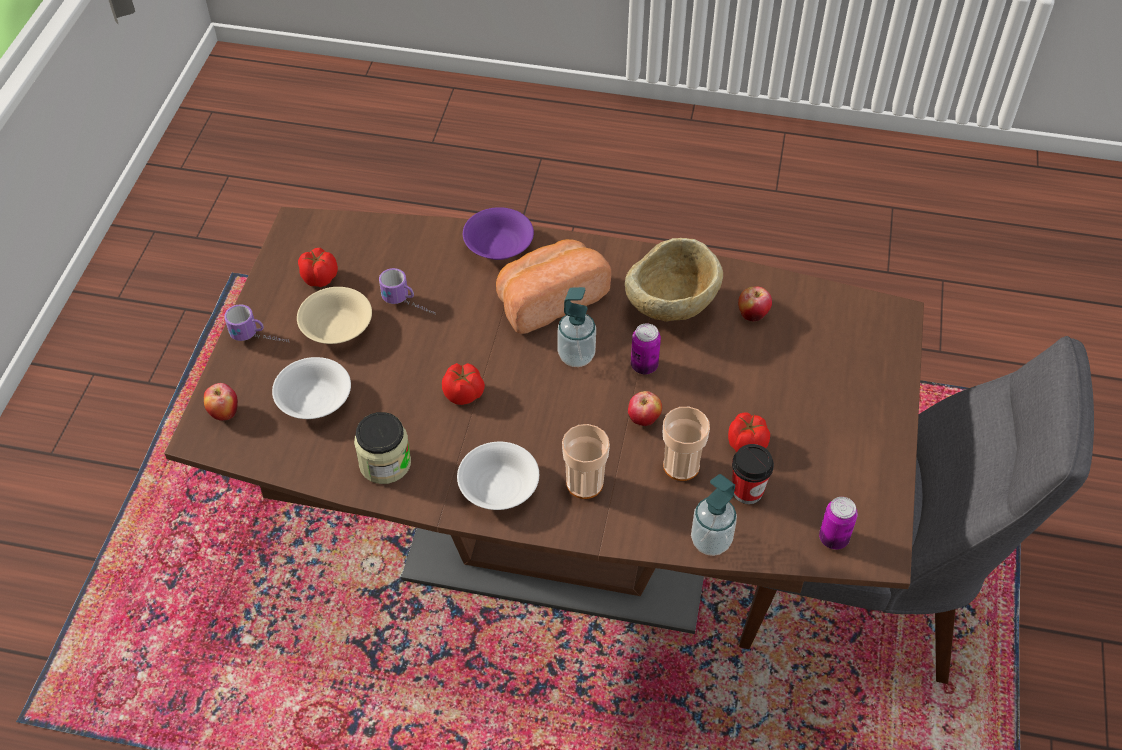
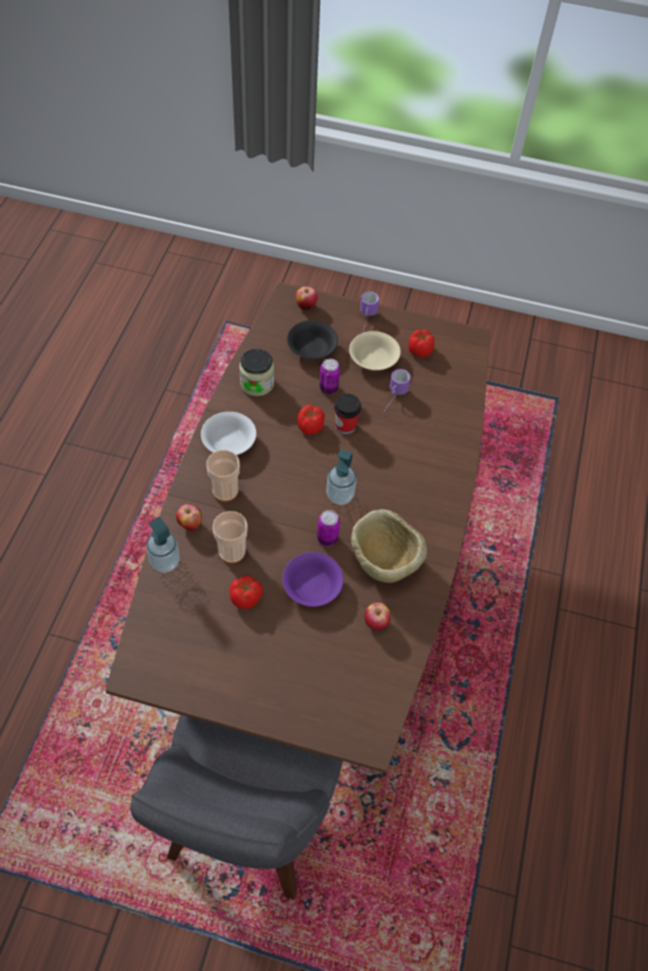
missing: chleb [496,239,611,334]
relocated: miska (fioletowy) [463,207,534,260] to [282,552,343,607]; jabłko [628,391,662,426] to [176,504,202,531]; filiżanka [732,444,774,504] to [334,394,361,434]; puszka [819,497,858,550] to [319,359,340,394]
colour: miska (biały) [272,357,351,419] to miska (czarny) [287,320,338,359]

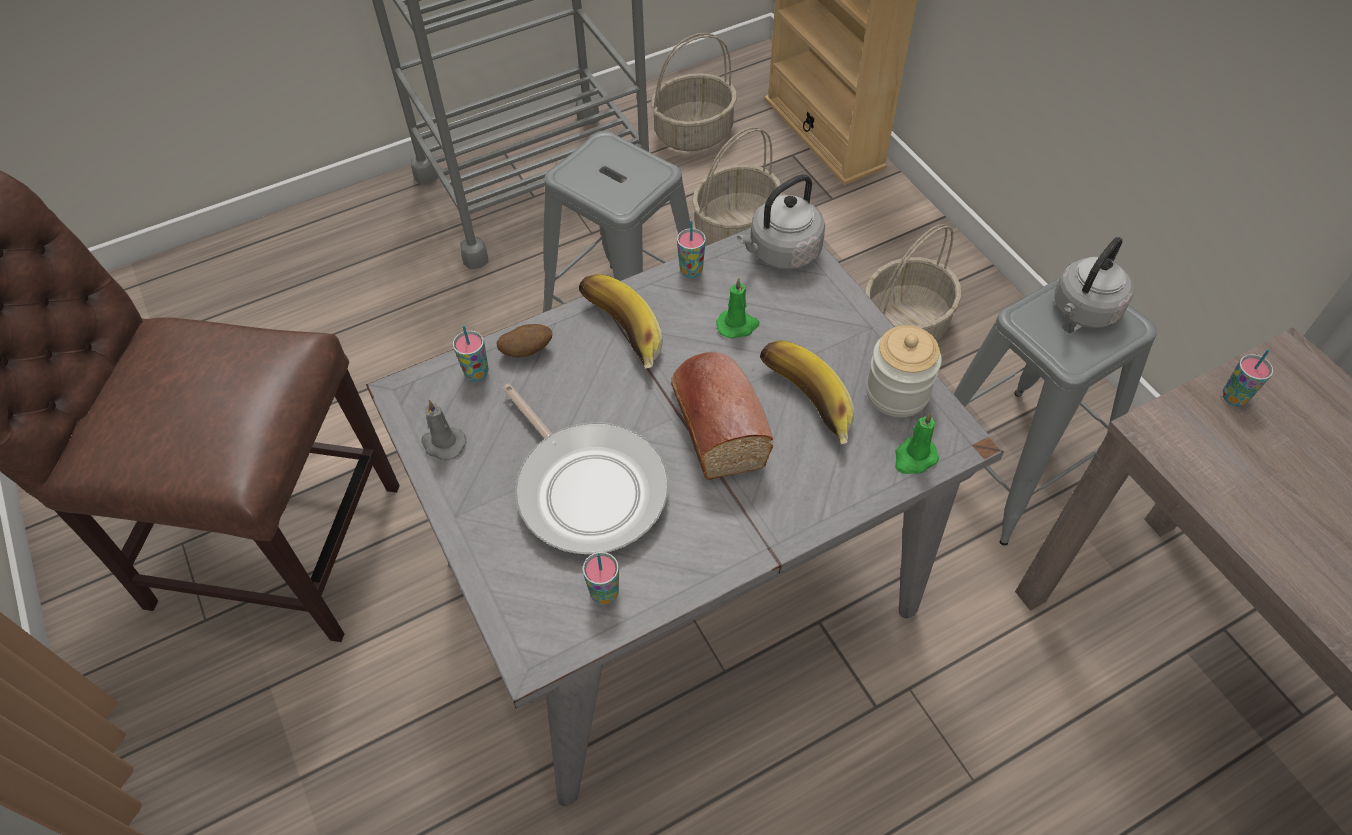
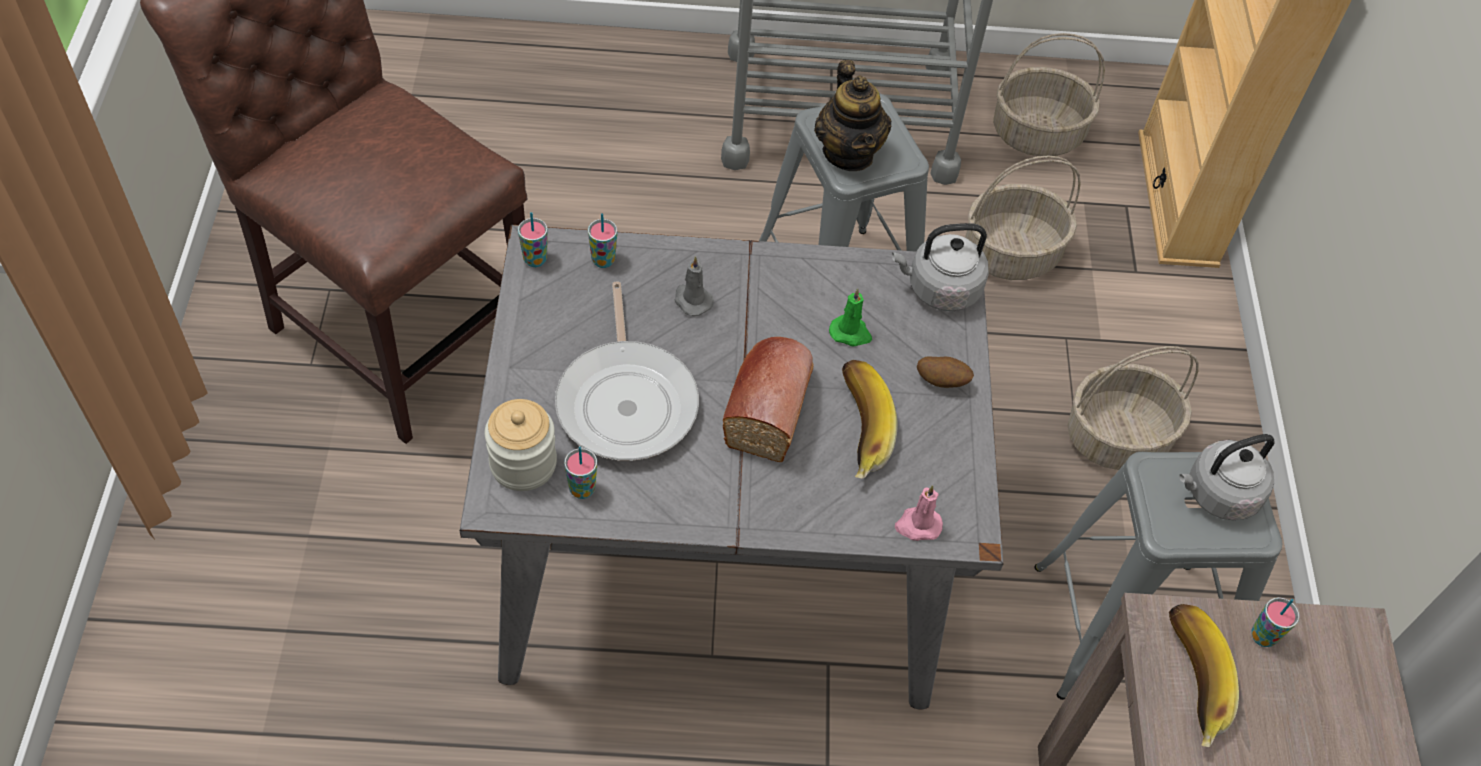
appeared: imbryk [814,60,892,171]
relocated: świeca (szary) [421,400,466,461] to [674,256,714,316]; ziemniak [496,324,552,357] to [917,356,974,388]; banan [579,274,662,369] to [1169,604,1239,747]; filiżanka [677,221,706,278] to [518,212,548,267]; słoik [866,325,942,417] to [485,399,557,491]
colour: świeca (zielony) [895,412,939,474] to świeca (różowy) [895,485,943,541]

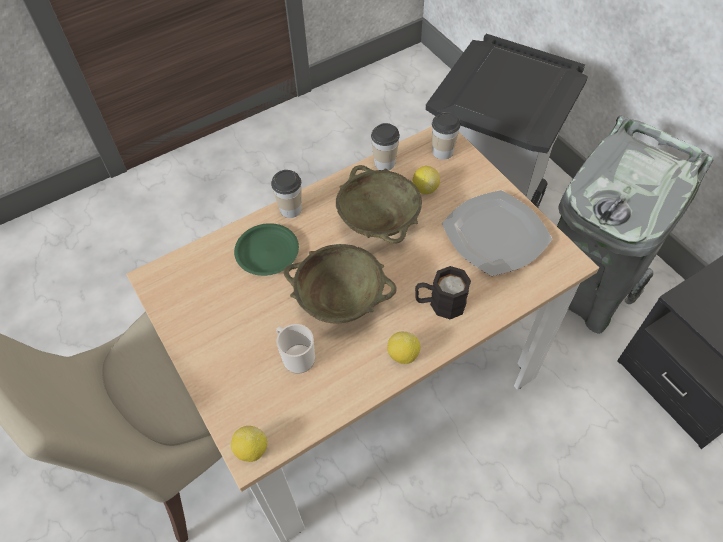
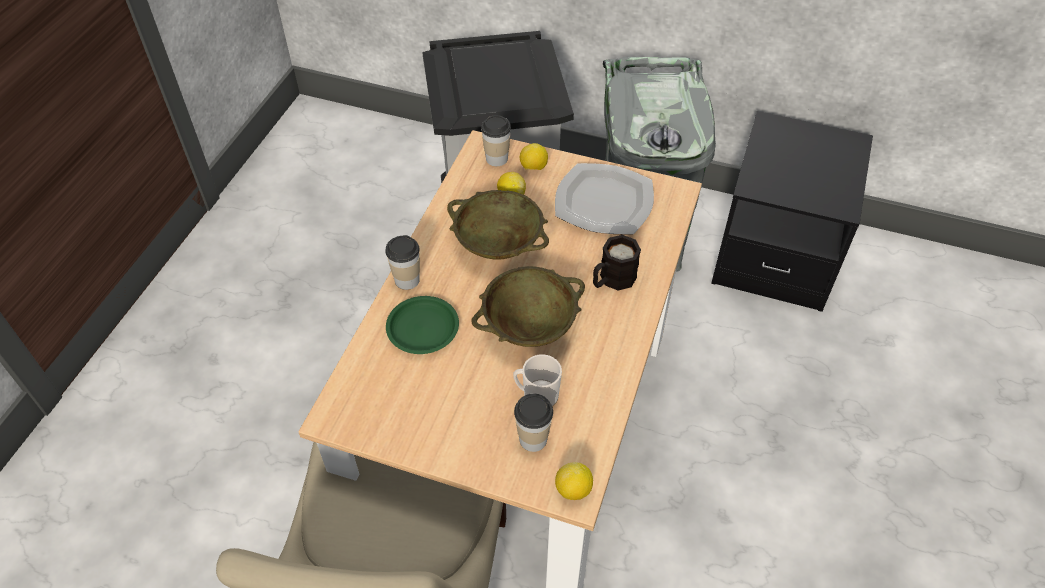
relocated: filiżanka [371,123,400,170] to [514,394,553,452]; cytryna [387,332,421,364] to [520,143,548,170]

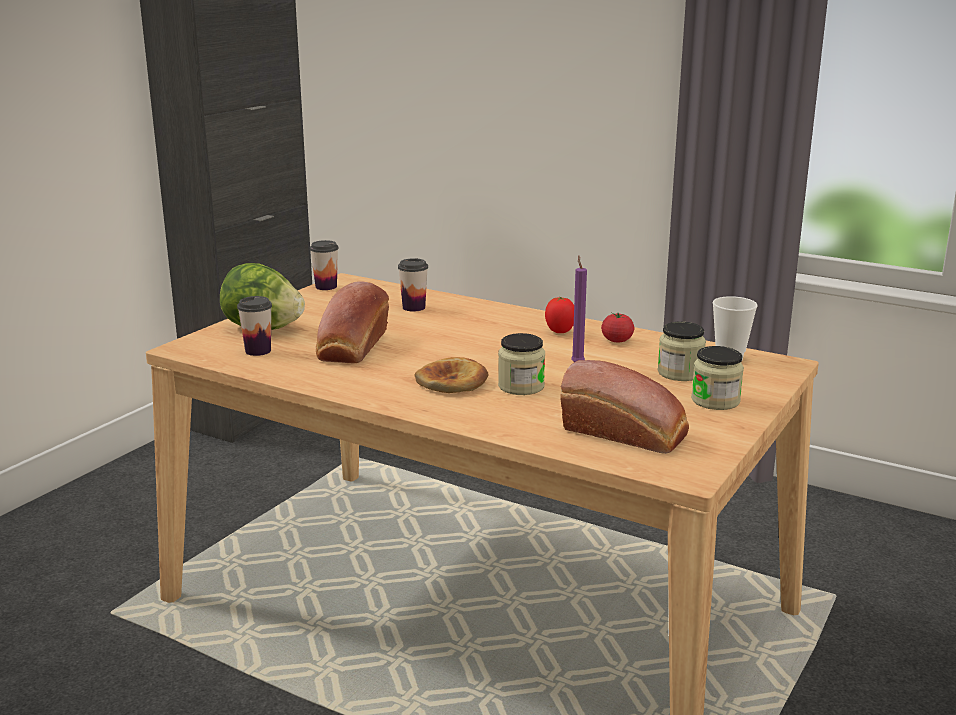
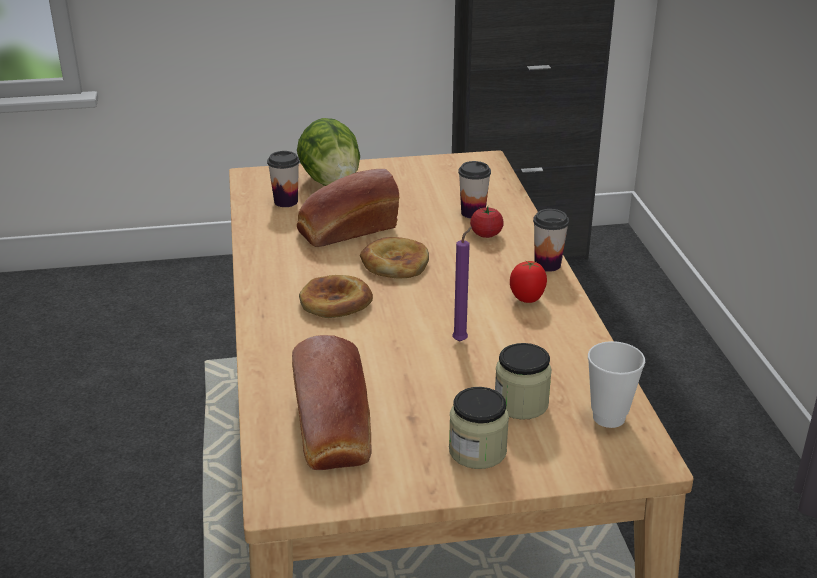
missing: słoik [498,333,545,395]
appeared: chleb [360,237,429,279]
relocated: filiżanka [310,240,339,290] to [533,209,569,272]; pomidor [601,313,634,342] to [470,206,504,238]

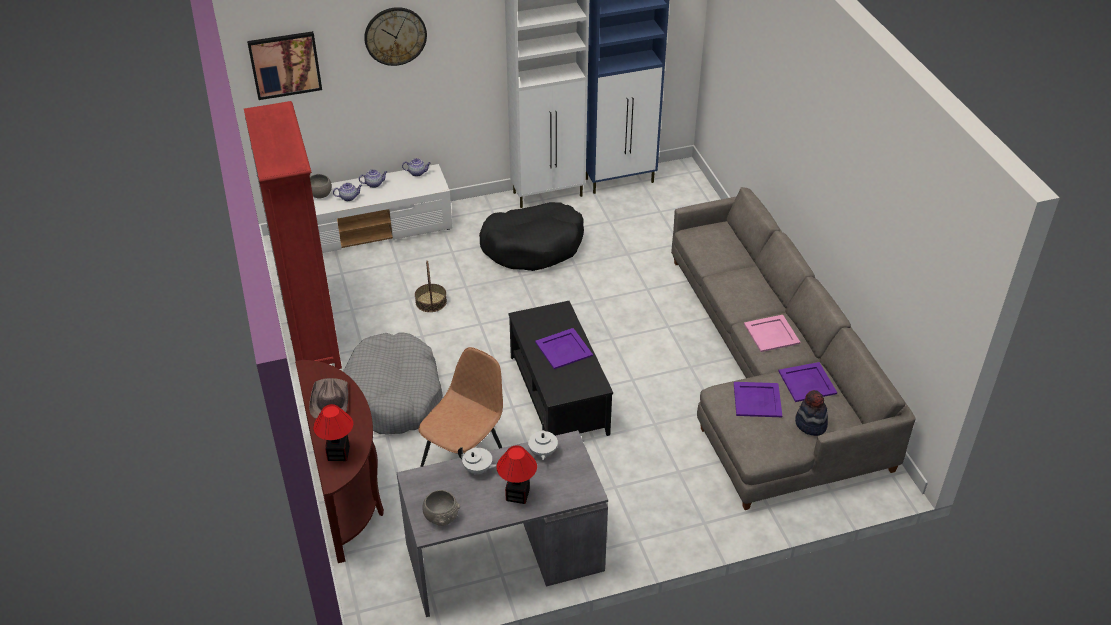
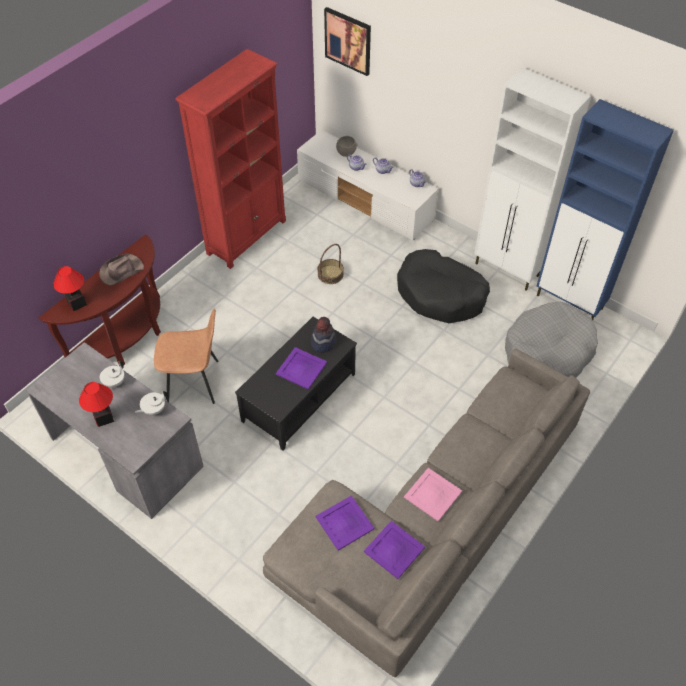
missing: zegar ścienny [364,7,427,66]; miska (szary) [422,490,460,526]
relocated: legowisko (szary) [343,332,443,434] to [505,302,598,378]; kapelusz [795,390,828,436] to [311,317,336,353]
spun: imbryk (biały) [458,447,497,475] = [100,361,124,388] 45 degrees clockwise

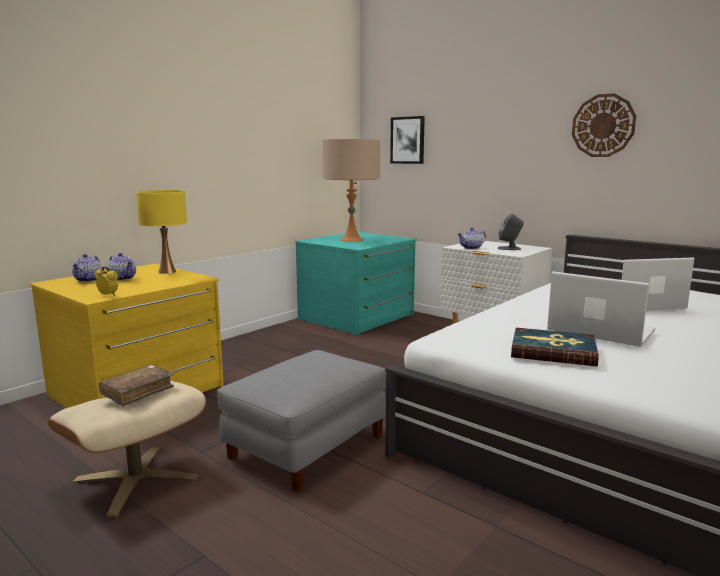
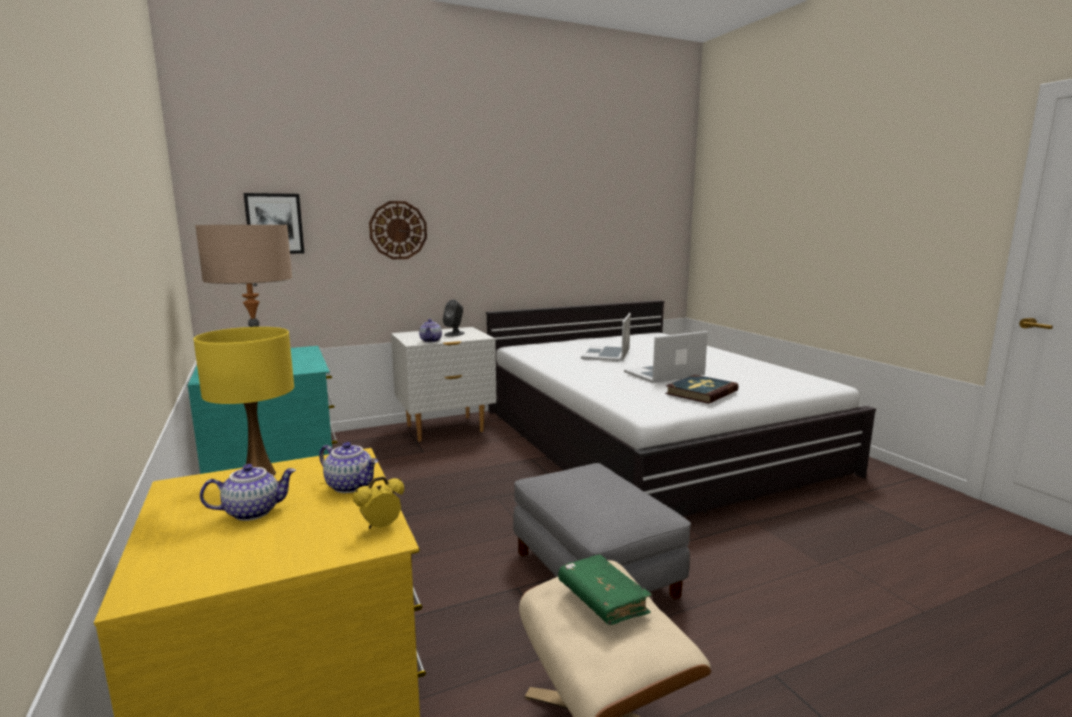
relocated: imbryk [72,254,102,282] to [319,442,378,493]; zegar ścienny [572,93,636,157] to [369,201,427,259]
colour: książka (brązowy) [99,365,174,407] to książka (zielony) [558,555,652,625]

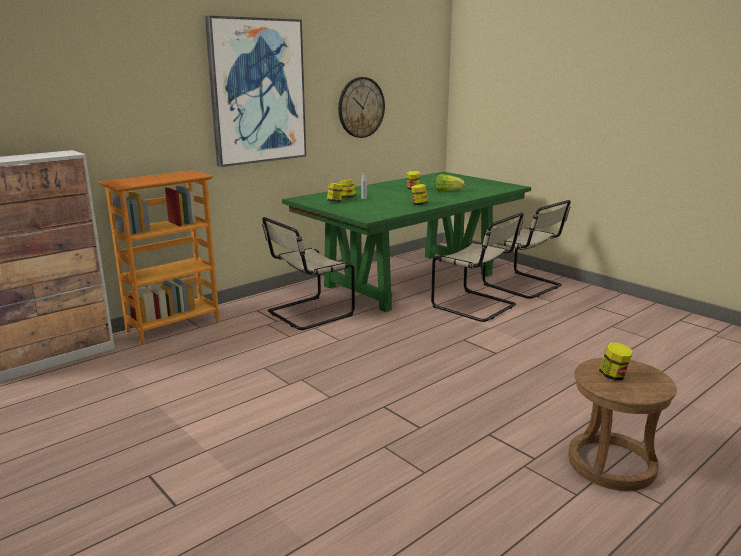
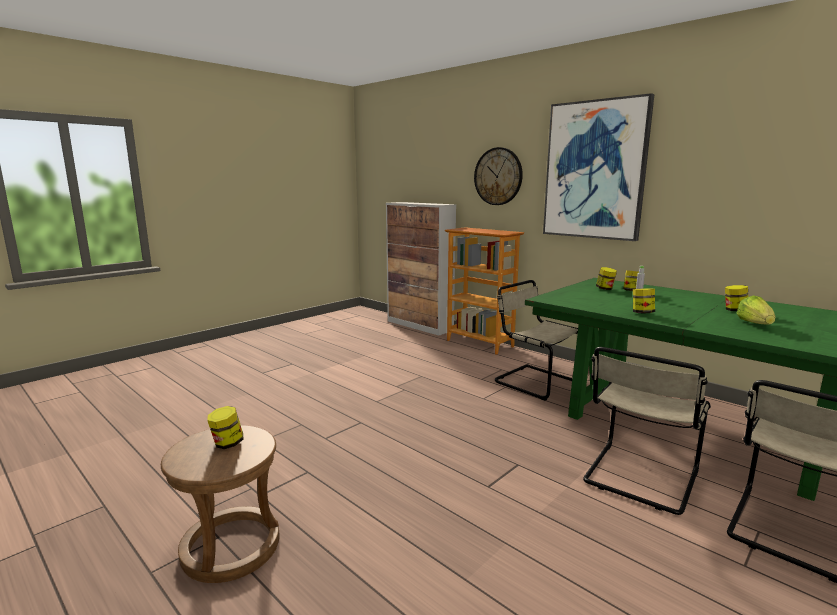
relocated: zegar ścienny [338,77,385,138] to [474,147,523,205]

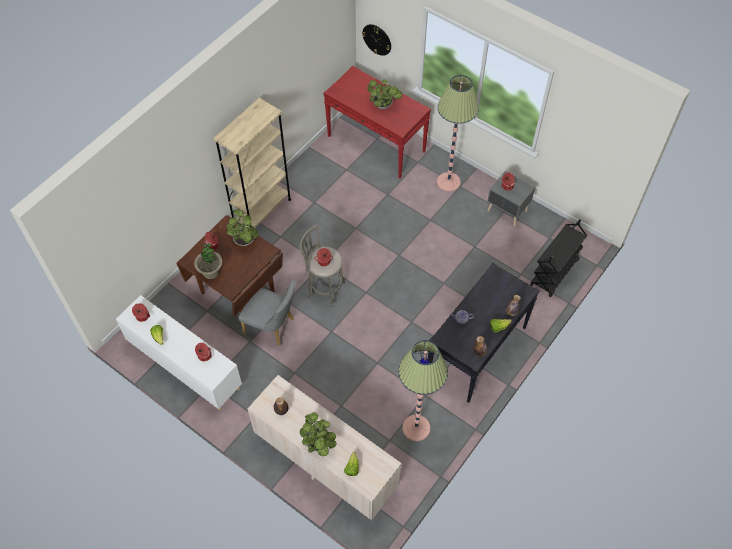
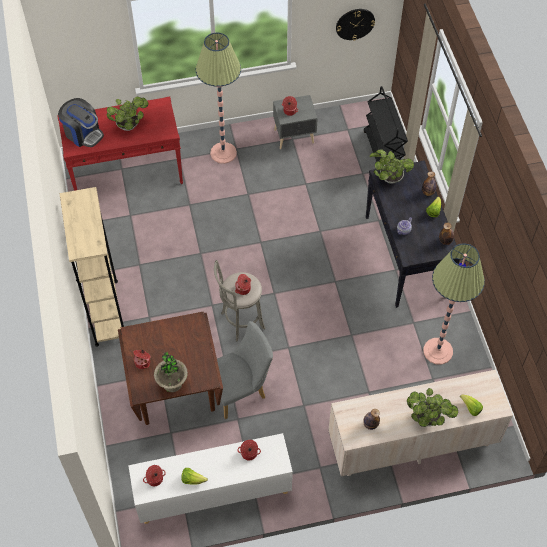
appeared: ekspres do kawy [58,98,104,147]
relocated: roślina doniczkowa [227,210,258,246] to [369,149,414,184]; zegar ścienny [362,24,391,56] to [336,9,375,41]

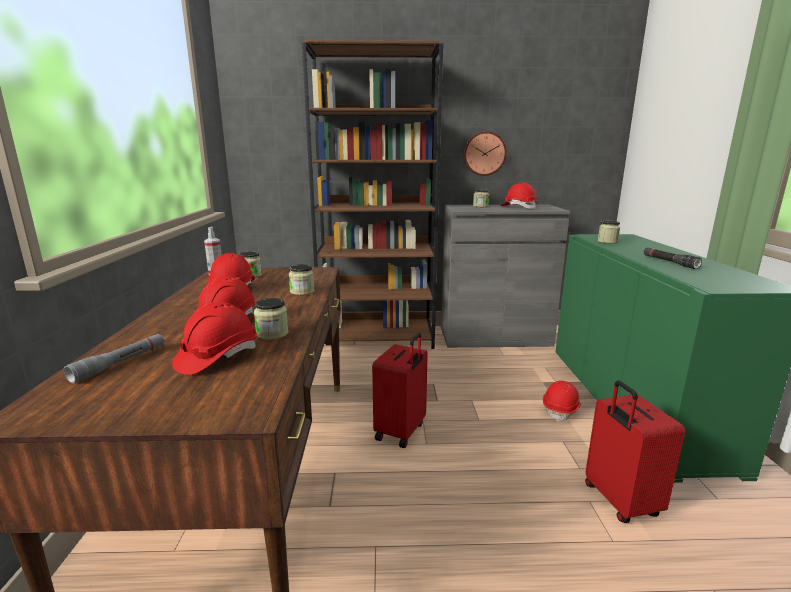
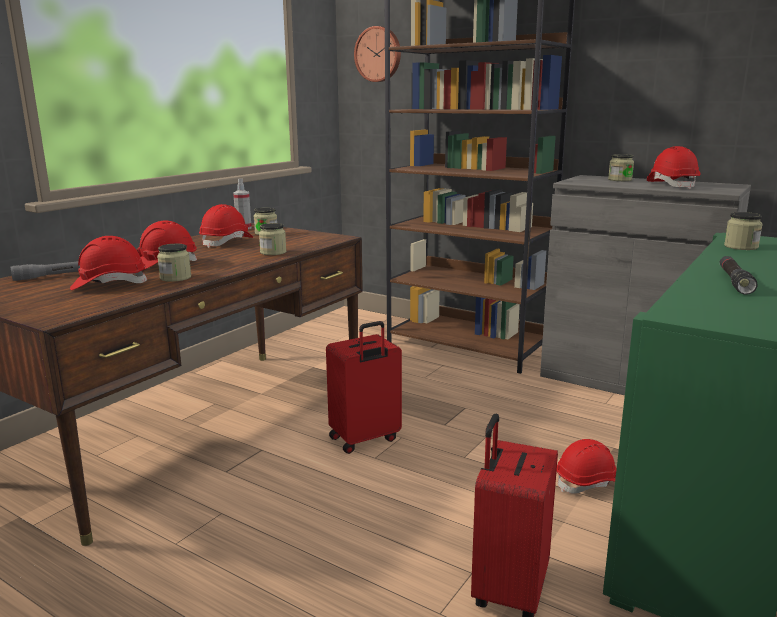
relocated: zegar ścienny [463,131,507,176] to [354,26,401,82]

